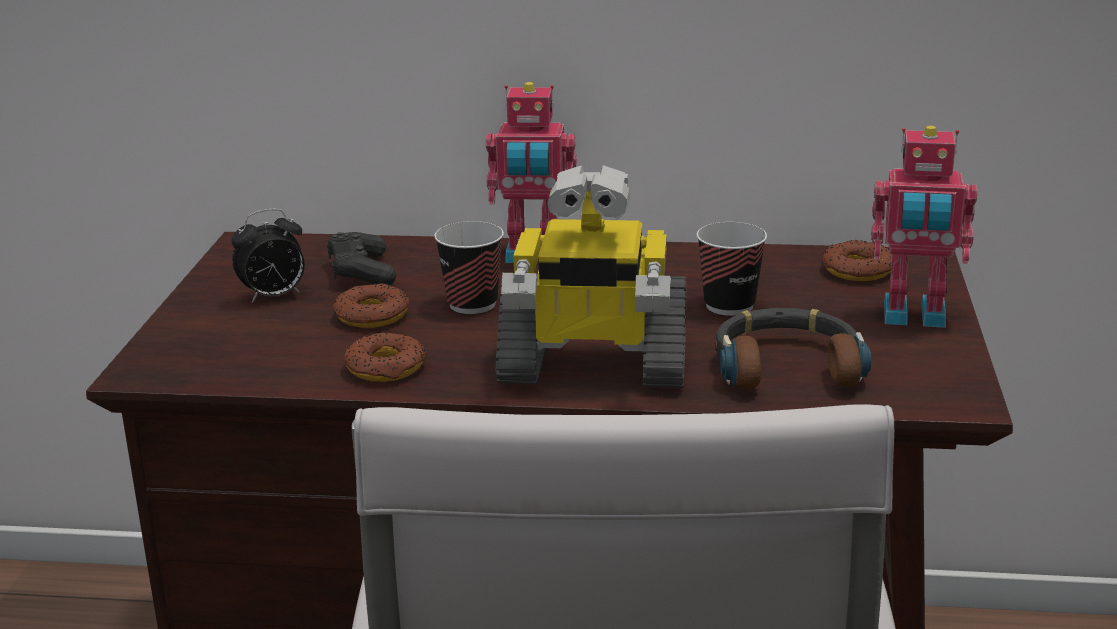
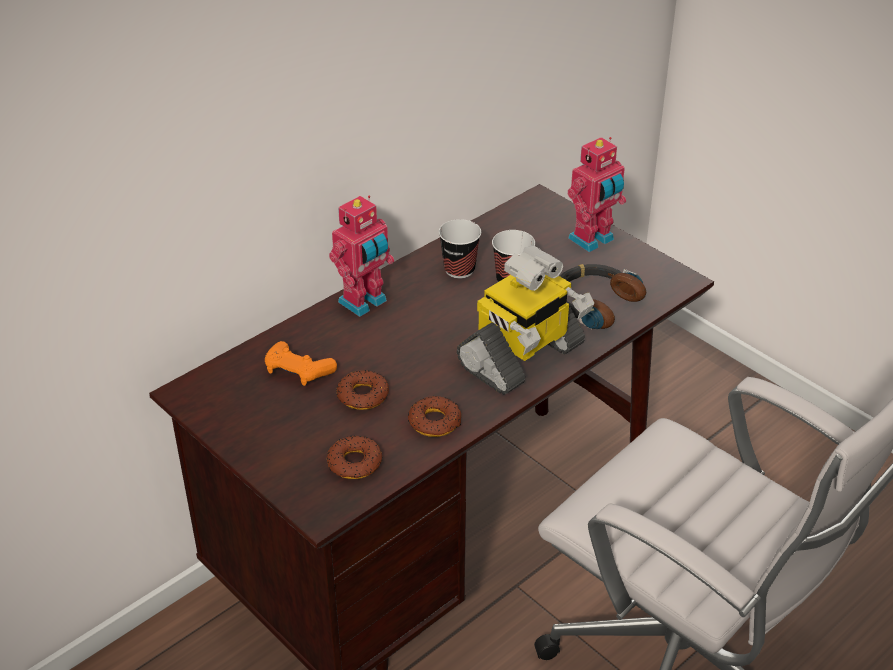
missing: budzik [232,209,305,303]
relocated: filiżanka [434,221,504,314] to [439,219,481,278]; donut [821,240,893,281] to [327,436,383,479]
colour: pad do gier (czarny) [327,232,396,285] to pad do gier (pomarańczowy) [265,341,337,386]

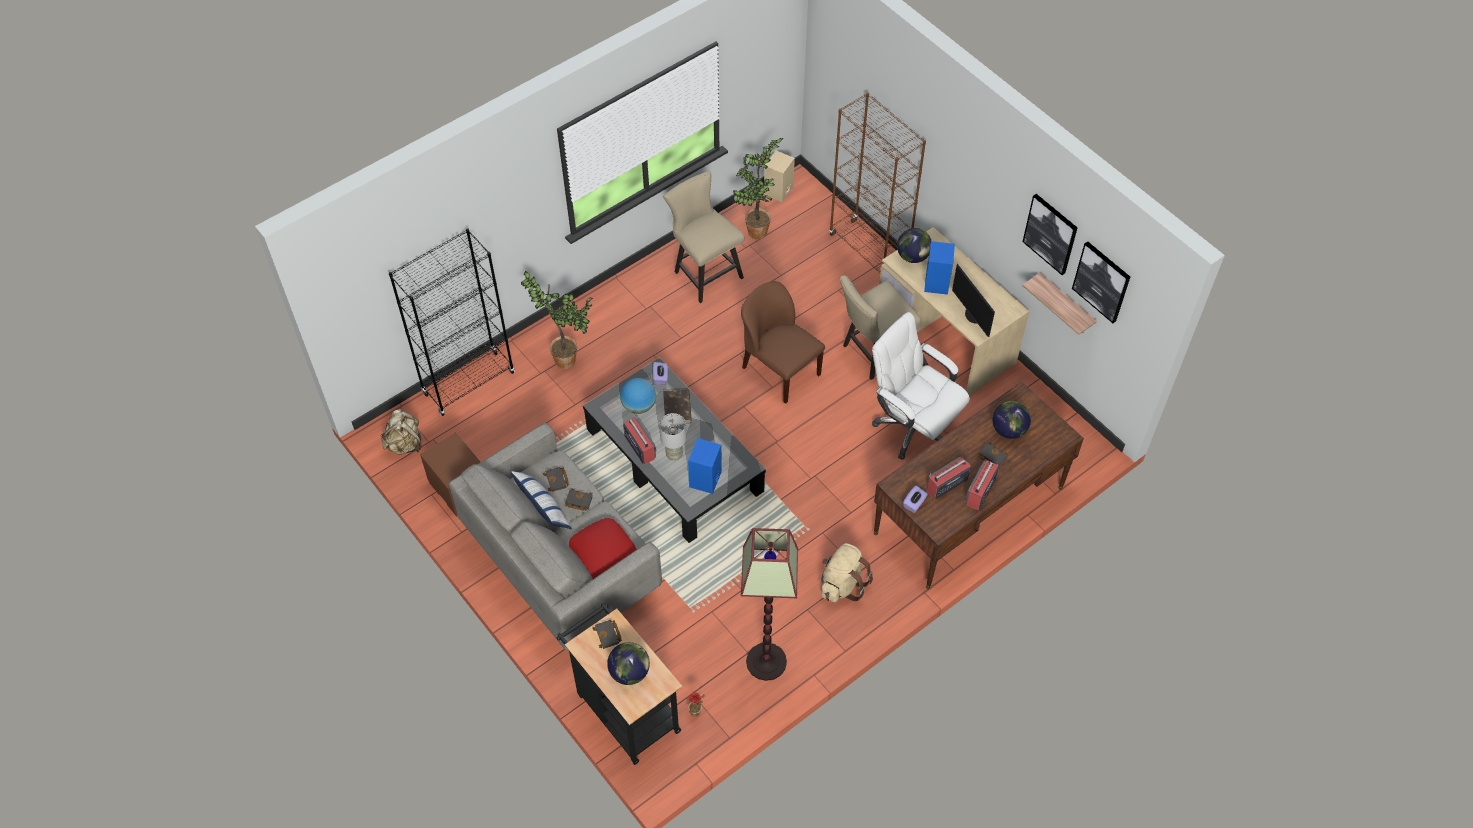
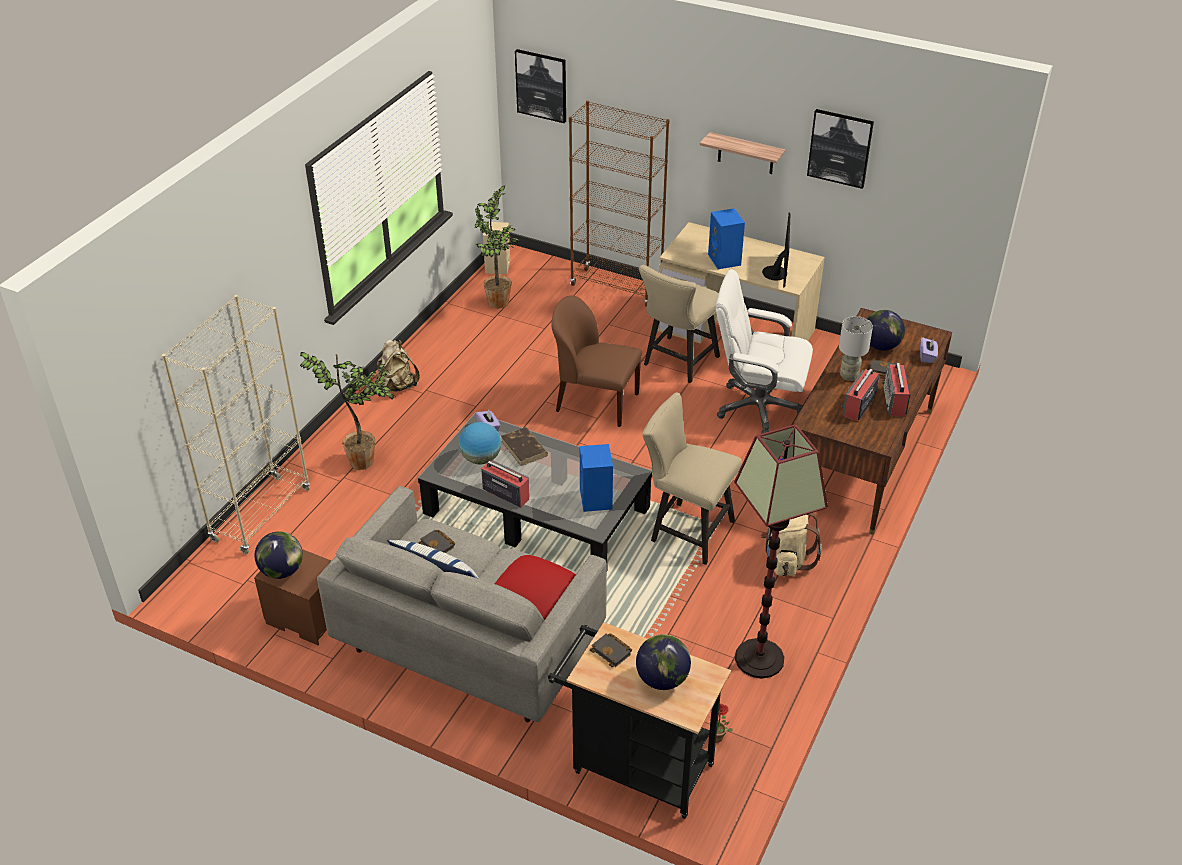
missing: książka (czarny) [565,488,593,511]
relocated: plecak (beżowy) [380,409,422,455] to [376,340,420,392]; lampa stołowa (szary) [659,413,686,461] to [839,316,873,381]; krzesło (beżowy) [663,171,745,303] to [642,392,742,565]; globus [897,228,931,263] to [254,531,303,579]; pudełko chusteczek (fioletowy) [903,485,928,513] to [920,337,938,363]; półka [1022,273,1097,335] to [700,132,785,174]; obraz [1072,242,1130,323] to [515,49,566,123]
colour: regał (czarny) [389,229,515,416] to regał (beżowy) [162,295,310,554]
spun: monitor [952,264,995,337] = [762,213,790,288] 120 degrees counterclockwise

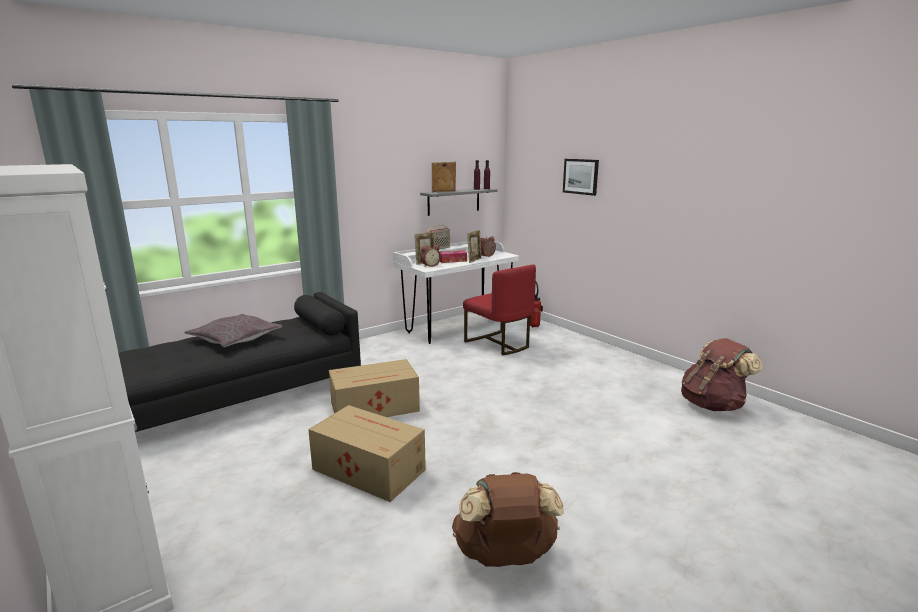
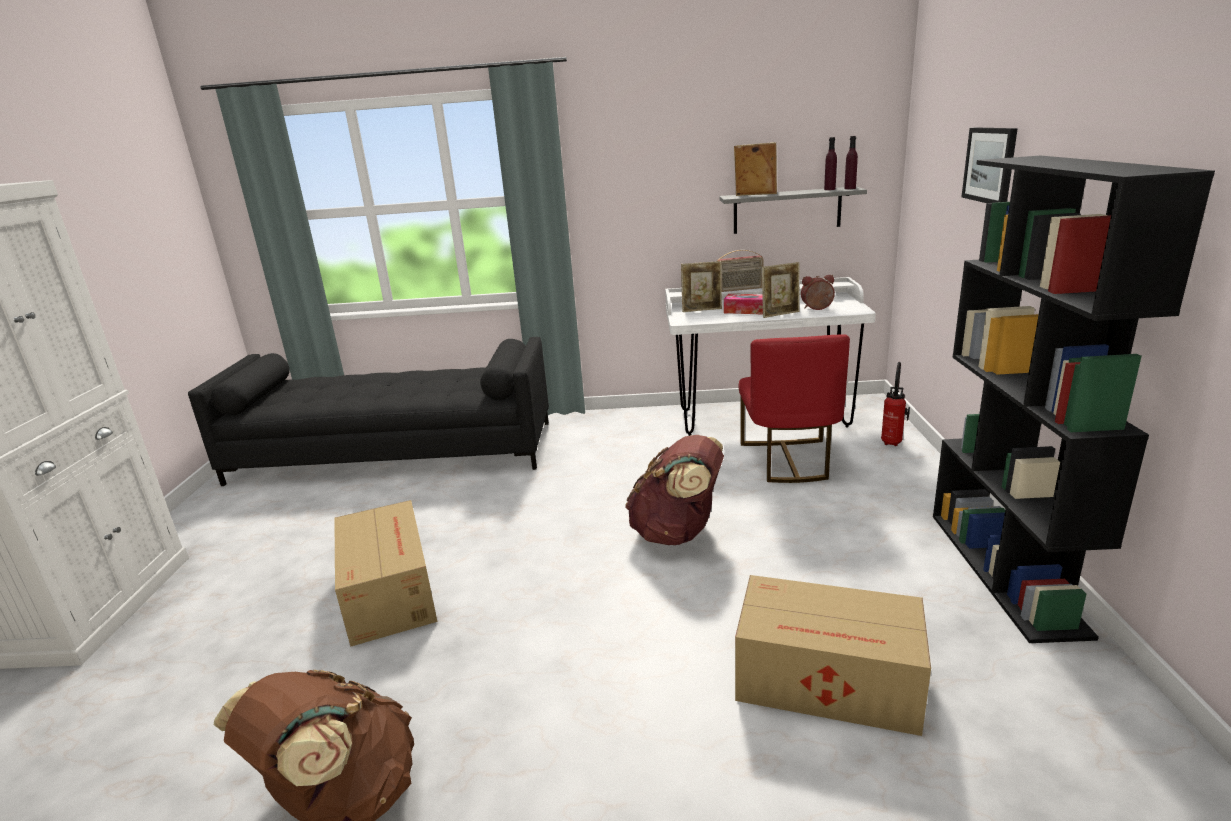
missing: poduszka (szary) [184,314,283,347]; budzik [420,245,441,267]
appeared: regał (czarny) [933,156,1215,643]
relocated: karton [329,359,420,417] to [735,575,931,736]; plecak (brązowy) [681,338,763,411] to [625,435,724,545]

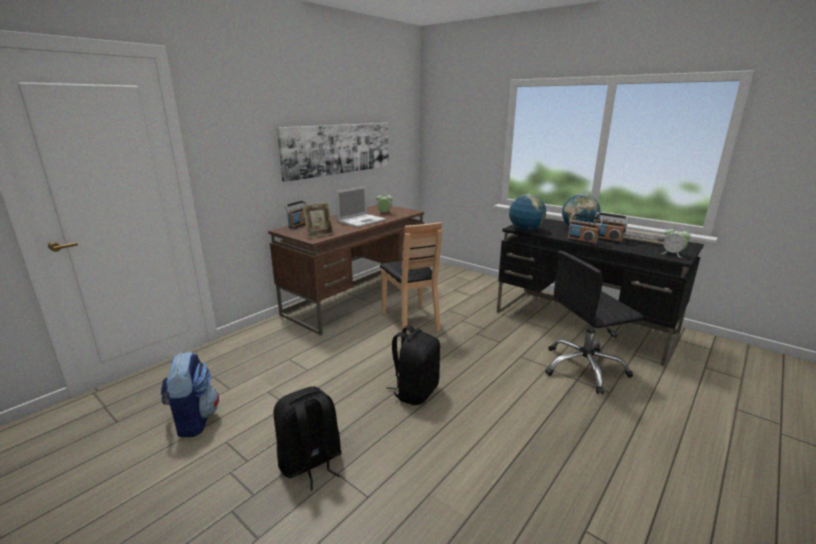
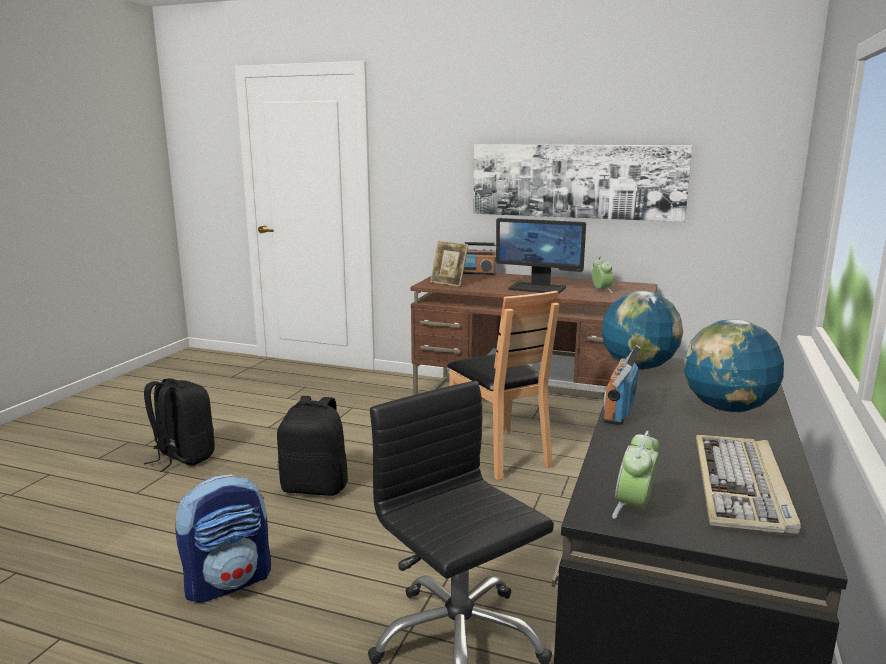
missing: radio [594,212,629,243]
relocated: plecak [160,352,219,437] to [175,474,271,603]
exchanged: laptop [336,186,386,228] to monitor [496,218,586,294]
spun: krzesło (brązowy) [380,222,442,334] = [447,291,560,480] 75 degrees counterclockwise

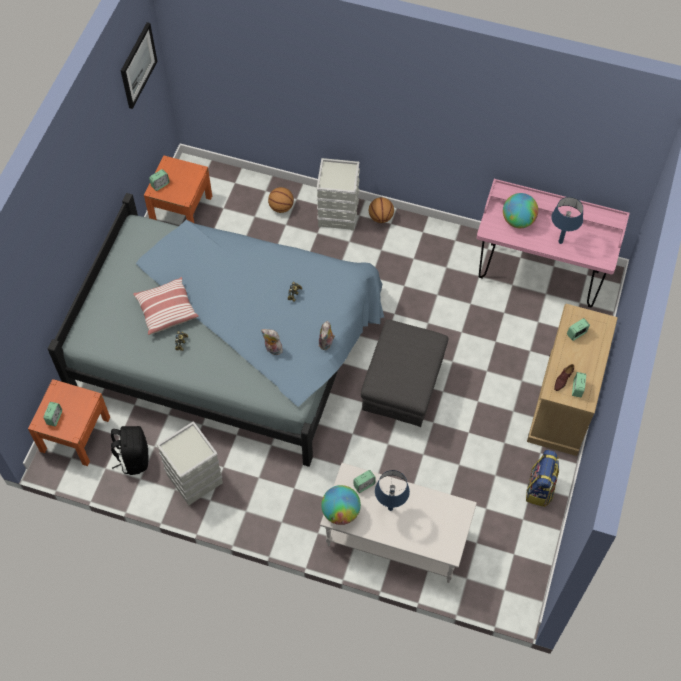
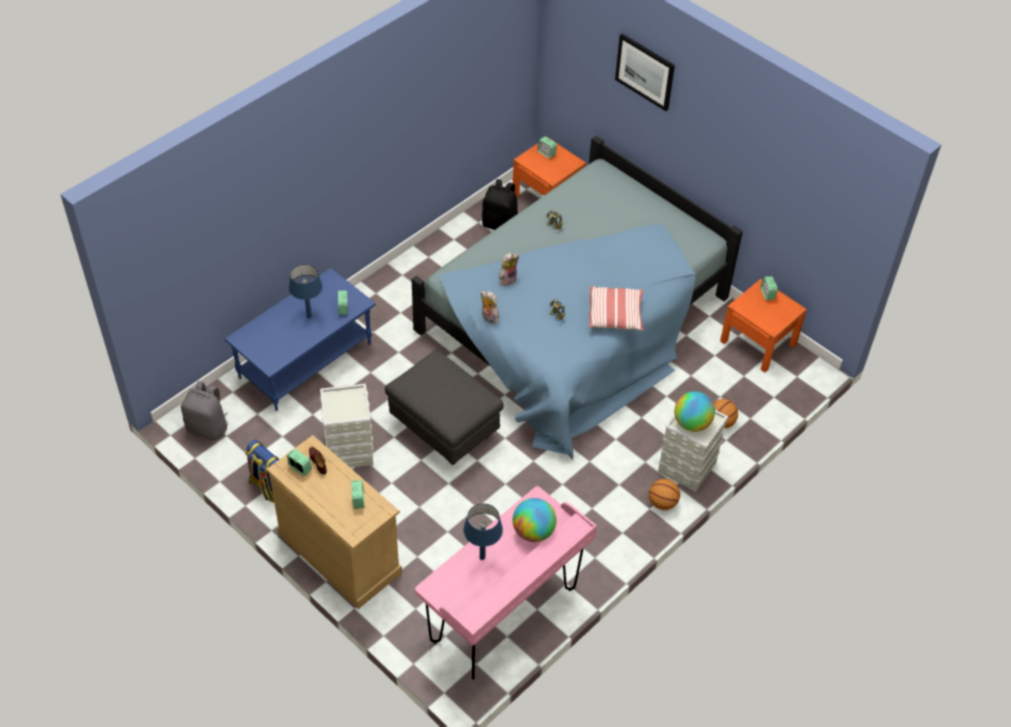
appeared: plecak (szary) [181,381,228,441]
relocated: obraz [121,22,157,109] to [615,34,675,111]; poduszka [133,277,199,335] to [589,286,644,330]; pojemnik do przechowywania (szary) [157,421,223,505] to [320,384,374,468]; globus [321,485,361,525] to [674,391,715,432]
colour: ława (biały) [320,463,477,583] to ława (niebieski) [225,268,376,411]

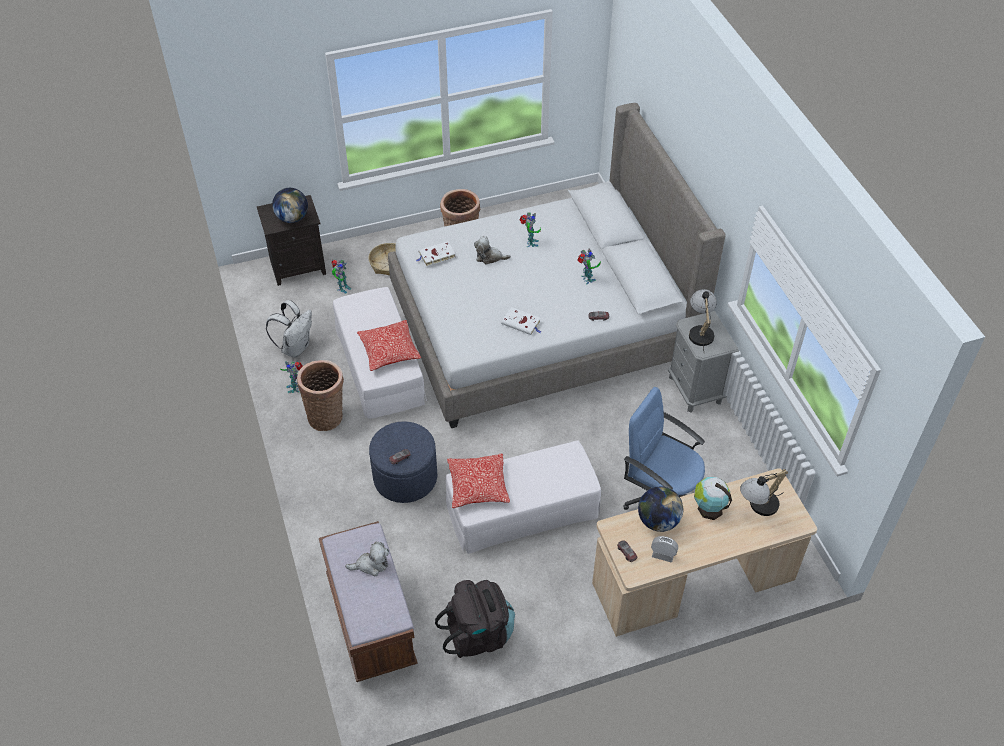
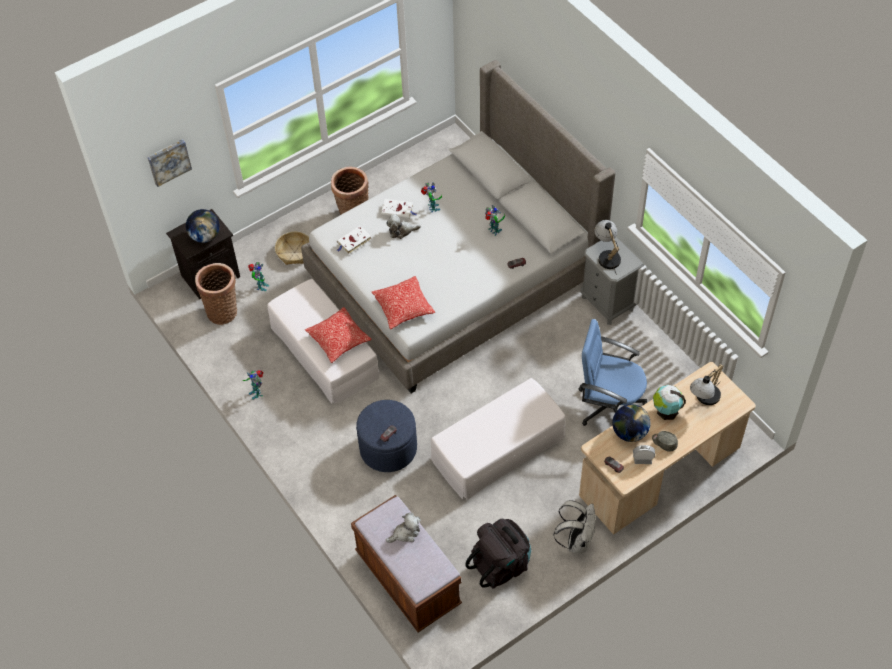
appeared: obraz [148,139,192,187]; czapka z daszkiem (szary) [652,431,678,452]
relocated: plecak (biały) [266,300,312,358] to [553,500,595,554]; koszyk [297,360,344,431] to [195,263,237,325]; poduszka [447,454,510,508] to [372,276,435,329]; książka (biały) [501,307,542,335] to [381,199,417,219]

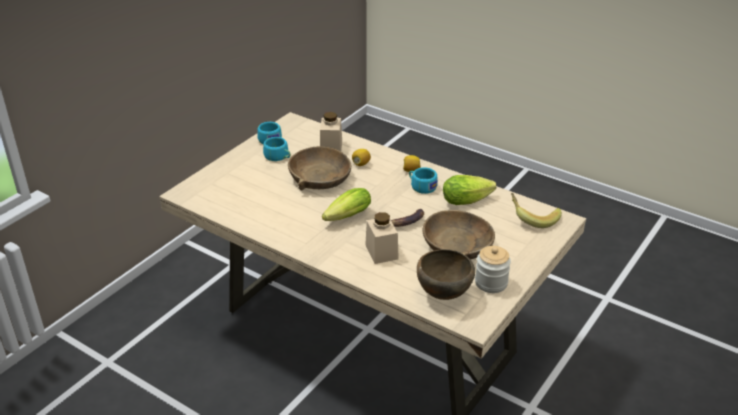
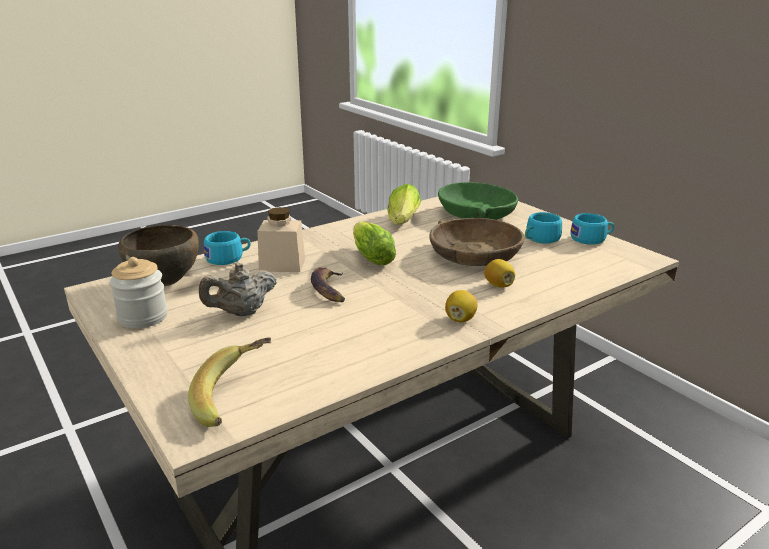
missing: słoik (beżowy) [320,112,342,151]
appeared: miska (zielony) [438,182,518,220]
relocated: filiżanka (turkusowy) [409,167,438,194] to [204,231,251,265]; sałata [443,175,496,205] to [387,184,421,225]
exchanged: miska (brązowy) [423,210,495,260] to imbryk (beżowy) [199,263,277,316]

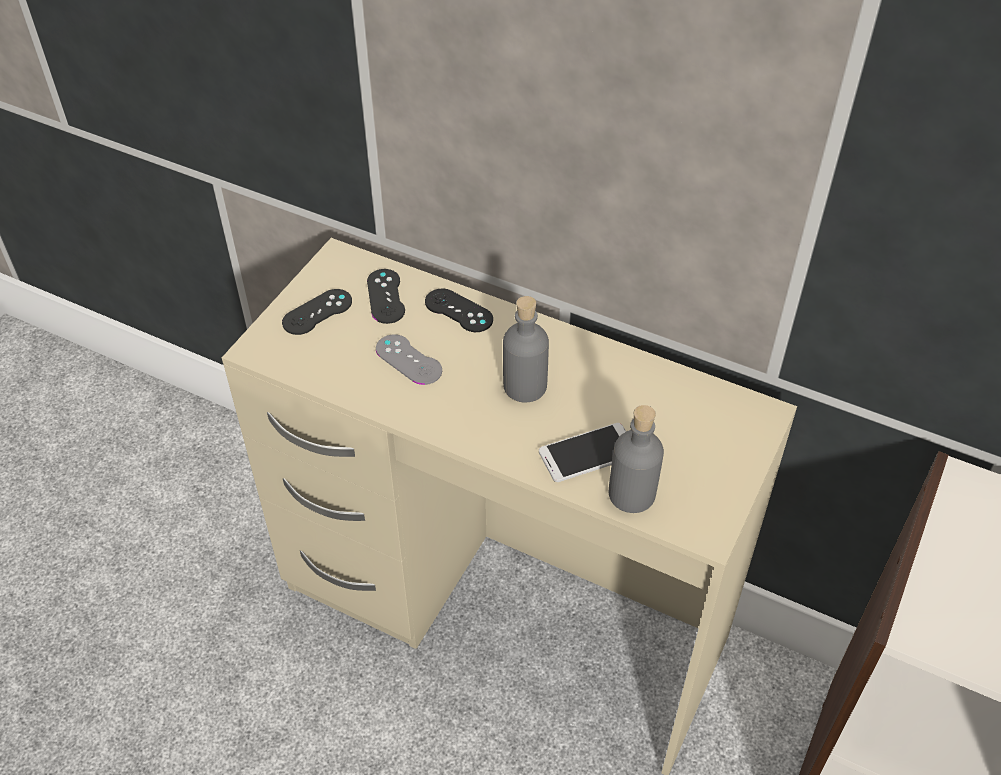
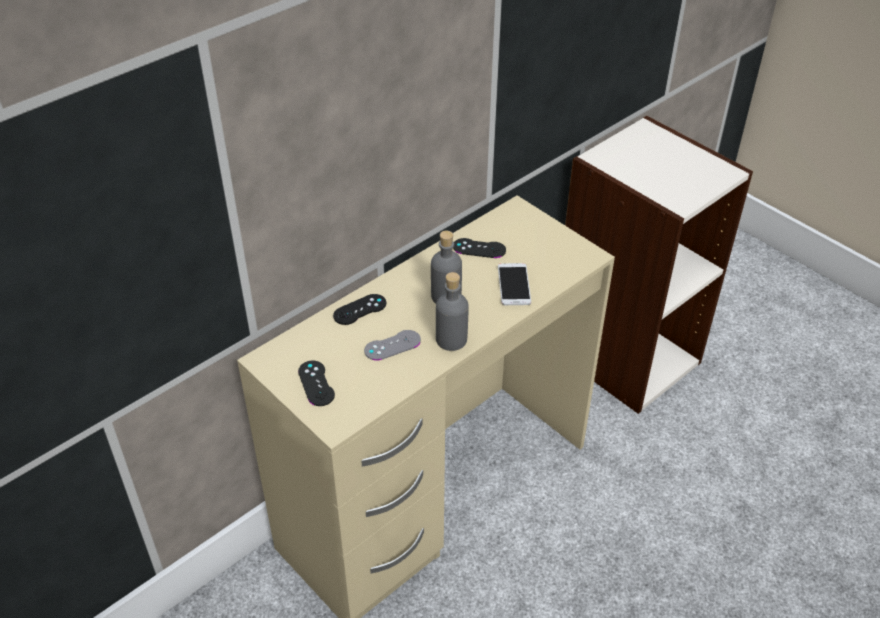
relocated: pad do gier (czarny) [367,269,405,324] to [453,238,506,258]; butelka (szary) [609,405,664,513] to [436,272,469,351]

